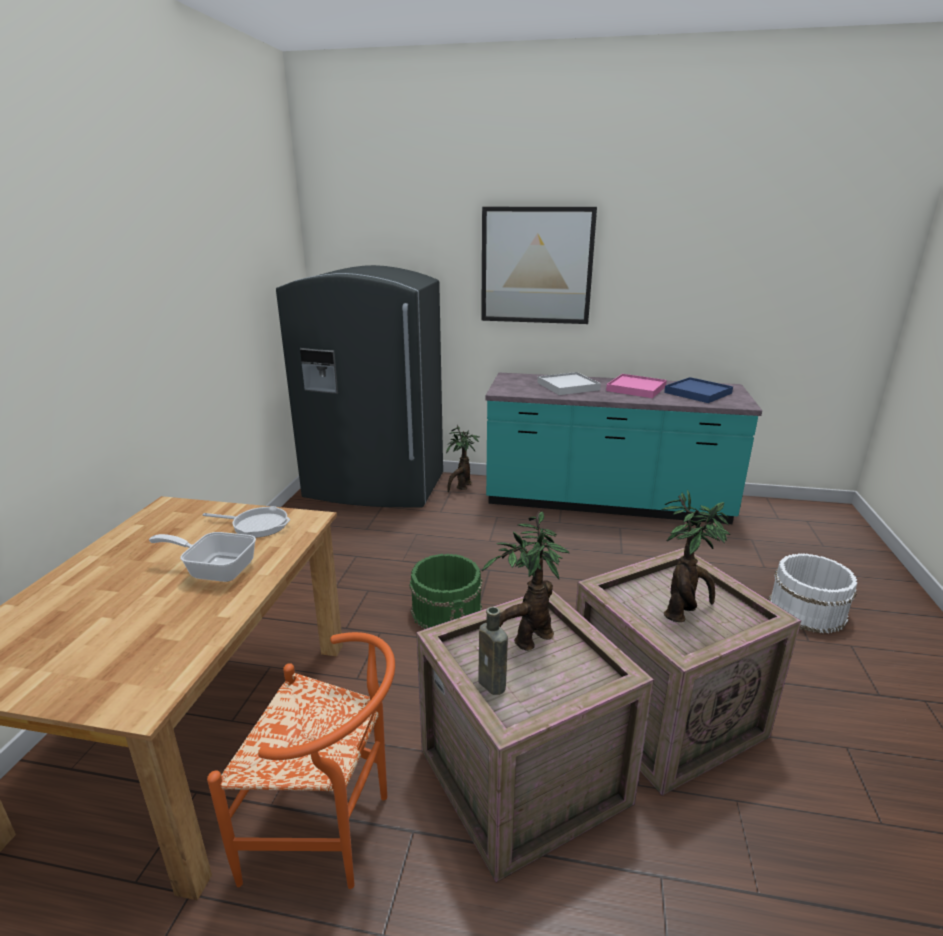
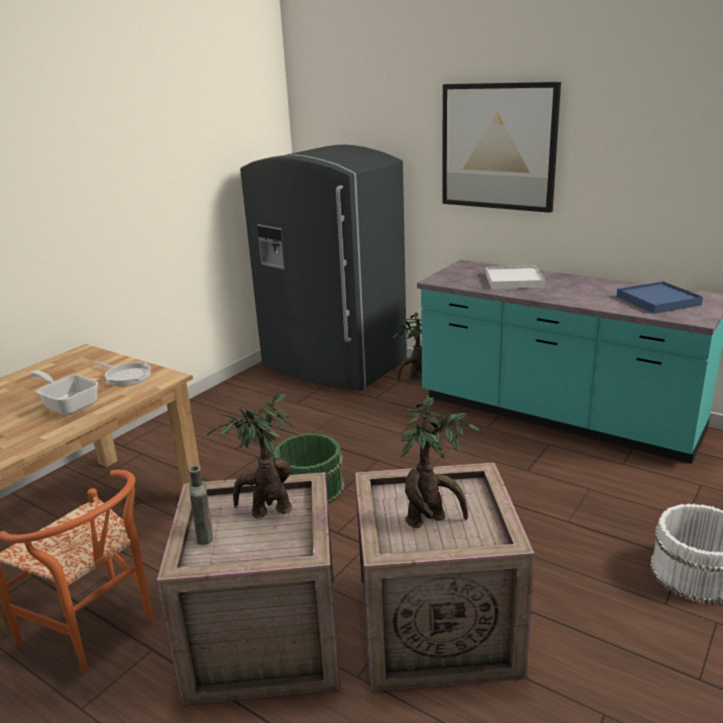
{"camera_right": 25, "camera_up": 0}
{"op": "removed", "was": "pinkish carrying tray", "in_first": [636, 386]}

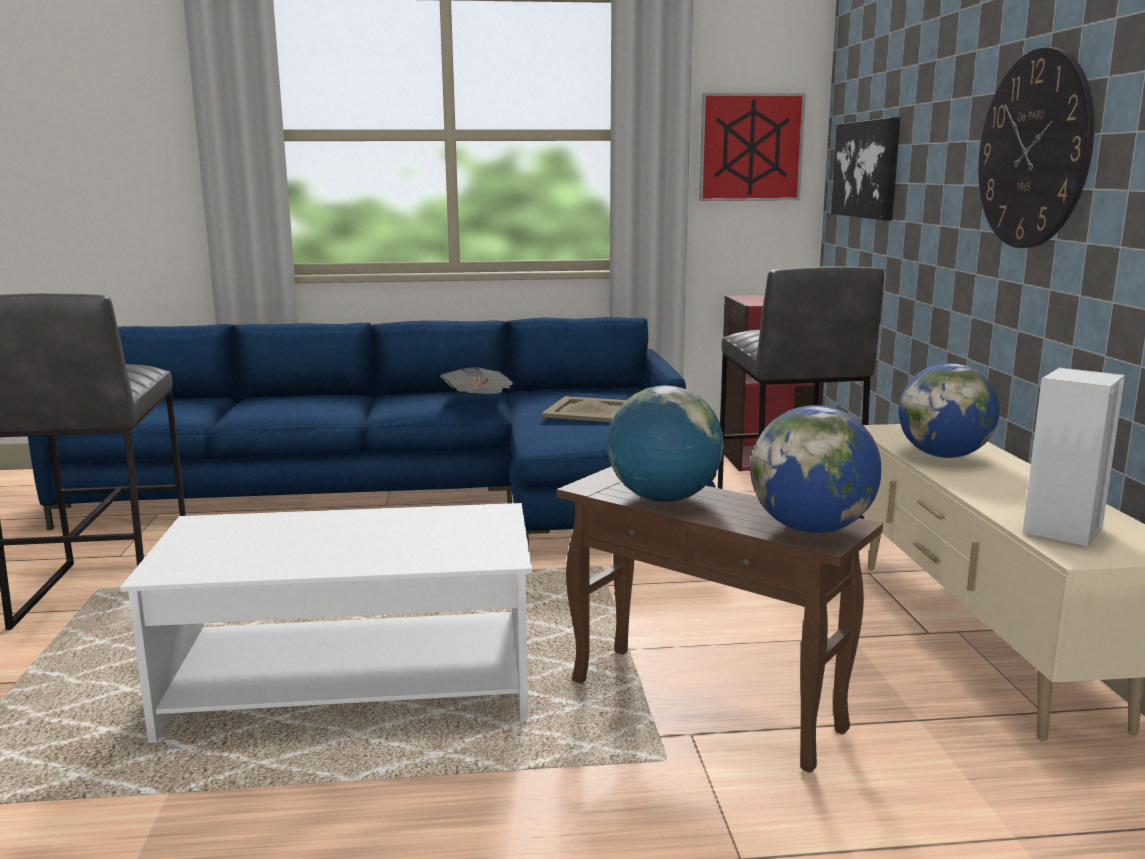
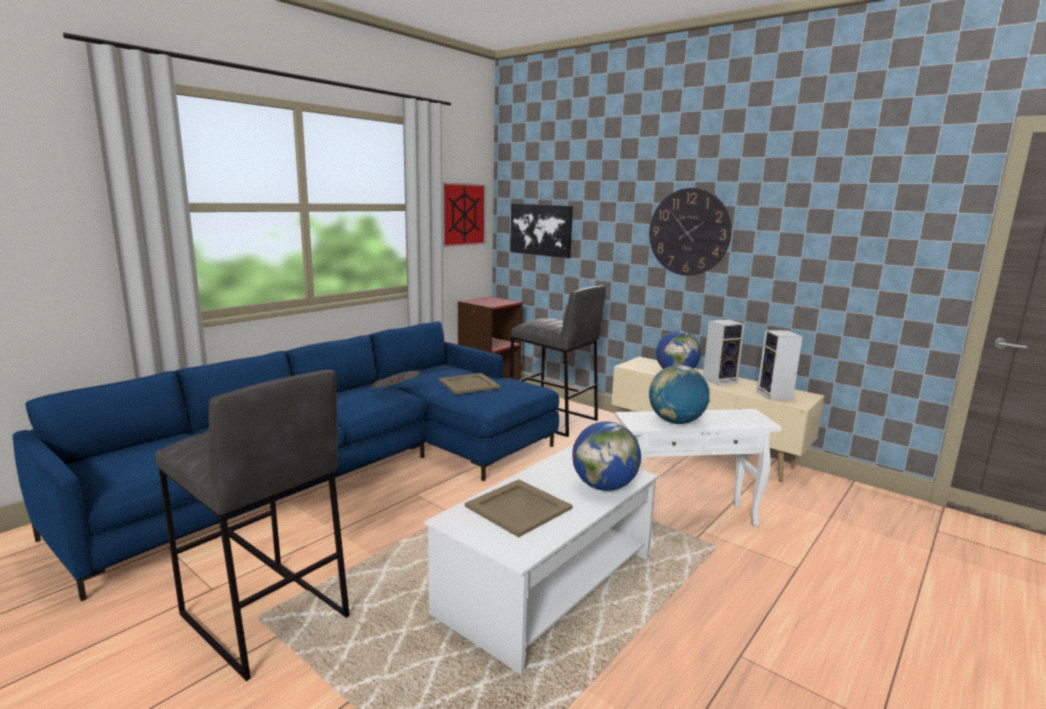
{"camera_right": -45, "camera_up": 0}
{"op": "recoloured", "was": "brown-coloured side table", "now": "whitish side table", "in_first": [720, 619], "in_second": [698, 467]}
{"op": "moved", "was": "desk globe", "in_first": [815, 469], "in_second": [606, 456]}
{"op": "added", "now": "beige carrying tray", "in_second": [519, 508]}
{"op": "added", "now": "speaker", "in_second": [723, 352]}

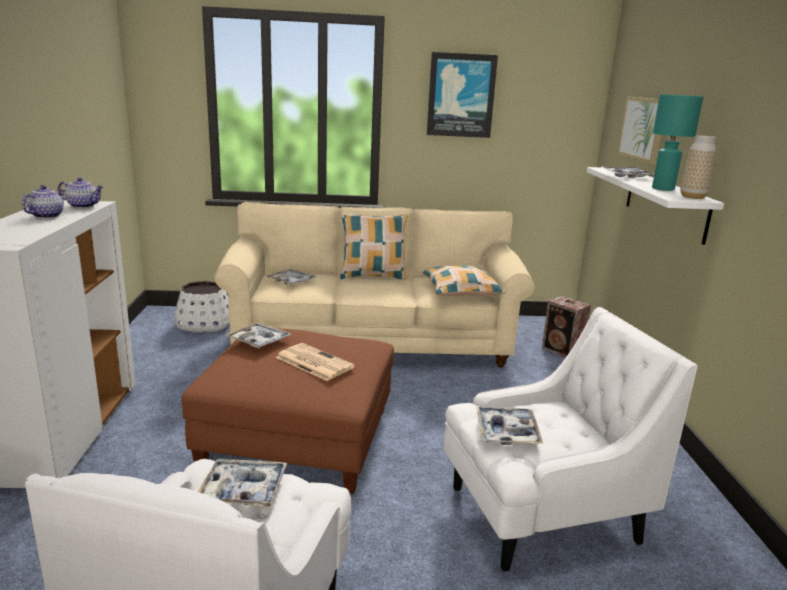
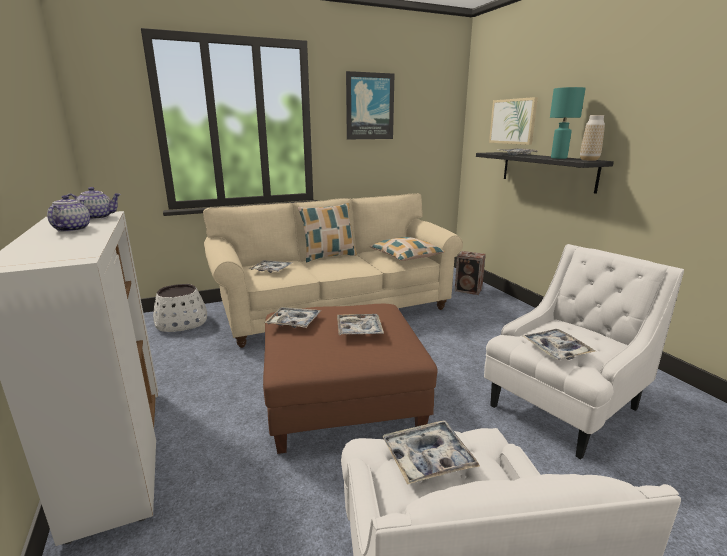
{"camera_right": -20, "camera_up": 0}
{"op": "replaced", "was": "daily paper", "now": "carrying tray", "in_first": [315, 362], "in_second": [360, 324]}
{"op": "recoloured", "was": "whitish wall shelf", "now": "blackish wall shelf", "in_first": [655, 206], "in_second": [545, 173]}

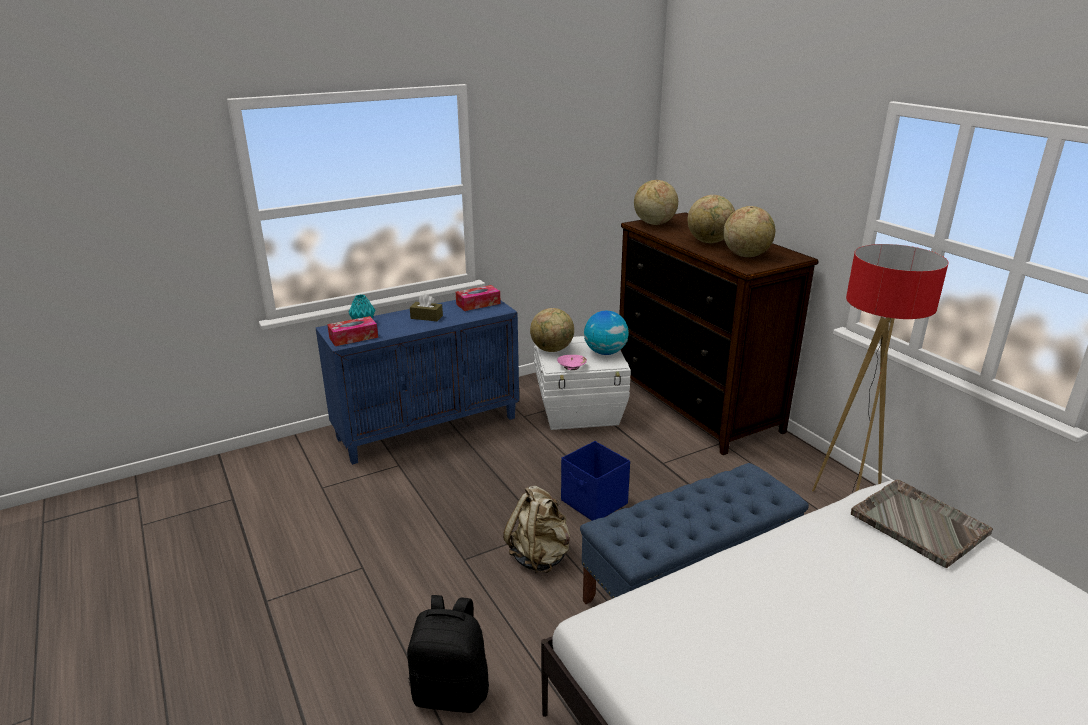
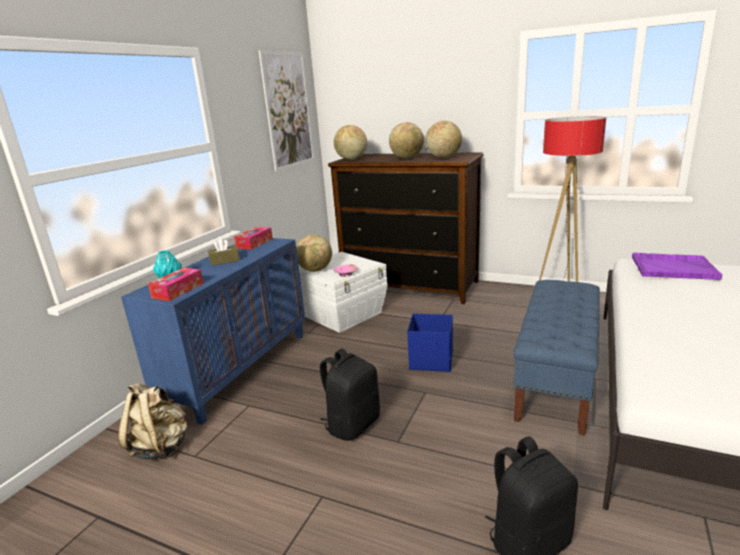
{"camera_right": -35, "camera_up": -5}
{"op": "moved", "was": "beige backpack", "in_first": [536, 529], "in_second": [152, 421]}
{"op": "removed", "was": "desk globe", "in_first": [606, 333]}
{"op": "recoloured", "was": "gray carrying tray", "now": "purple-coloured carrying tray", "in_first": [922, 523], "in_second": [677, 266]}
{"op": "added", "now": "picture", "in_second": [286, 111]}
{"op": "added", "now": "blackish backpack", "in_second": [350, 395]}

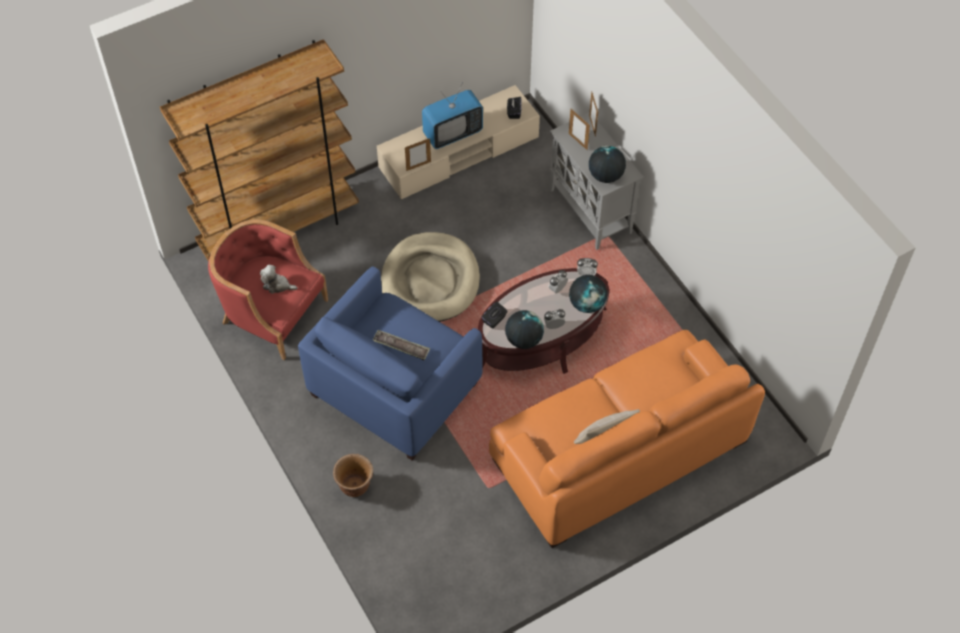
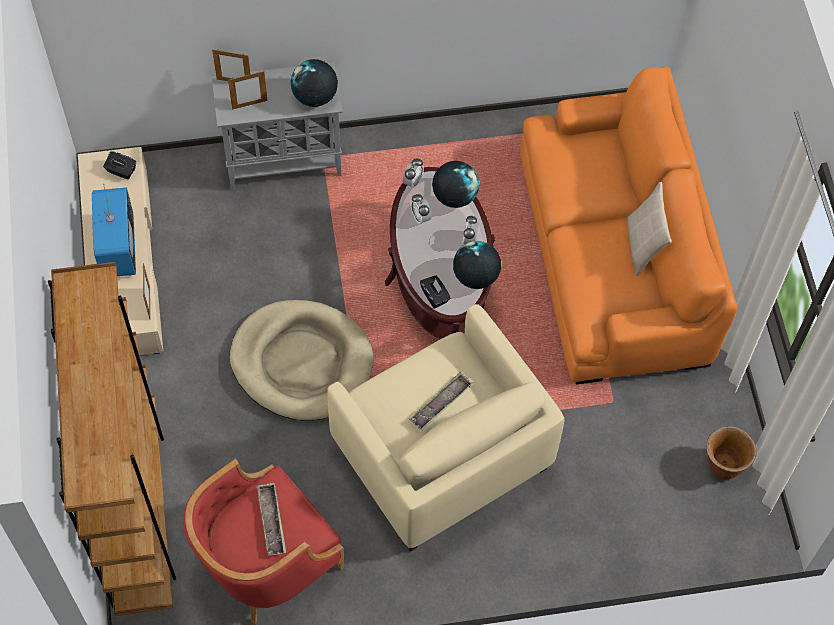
{"camera_right": -70, "camera_up": 5}
{"op": "replaced", "was": "plush toy", "now": "carrying tray", "in_first": [279, 279], "in_second": [271, 519]}
{"op": "recoloured", "was": "blue lounge chair", "now": "beige lounge chair", "in_first": [390, 363], "in_second": [445, 428]}
{"op": "moved", "was": "brown-coloured planter", "in_first": [353, 475], "in_second": [731, 452]}

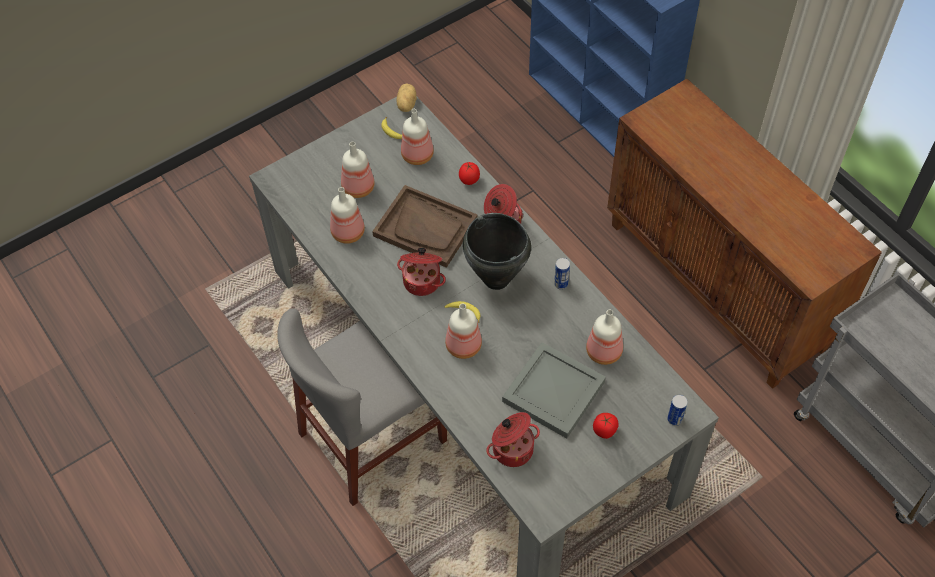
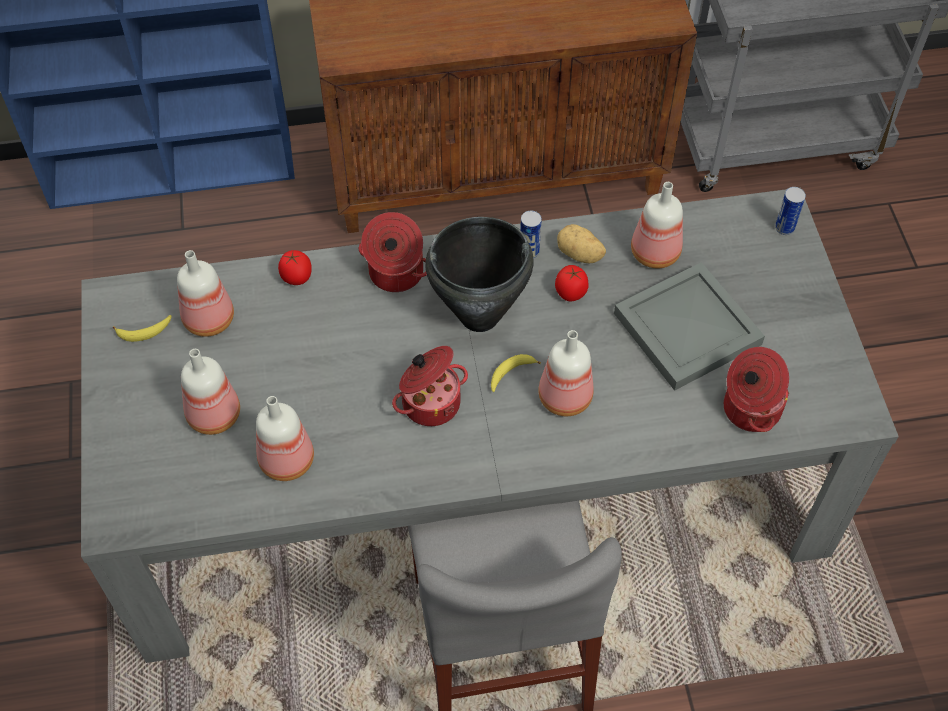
{"camera_right": -65, "camera_up": 0}
{"op": "removed", "was": "brown-coloured carrying tray", "in_first": [424, 226]}
{"op": "moved", "was": "spud", "in_first": [406, 97], "in_second": [581, 244]}
{"op": "moved", "was": "tomato", "in_first": [606, 426], "in_second": [572, 283]}

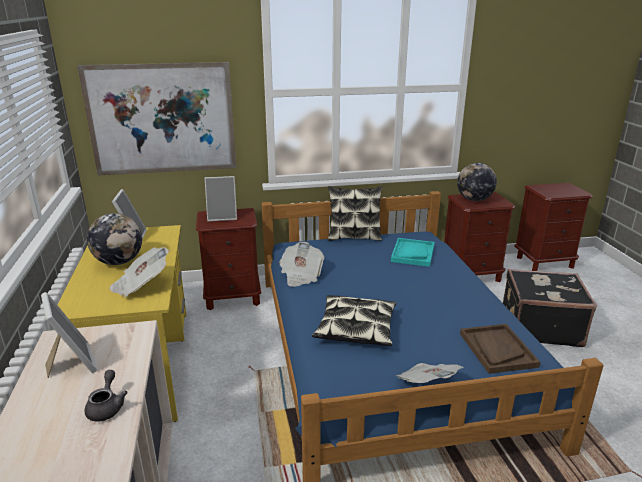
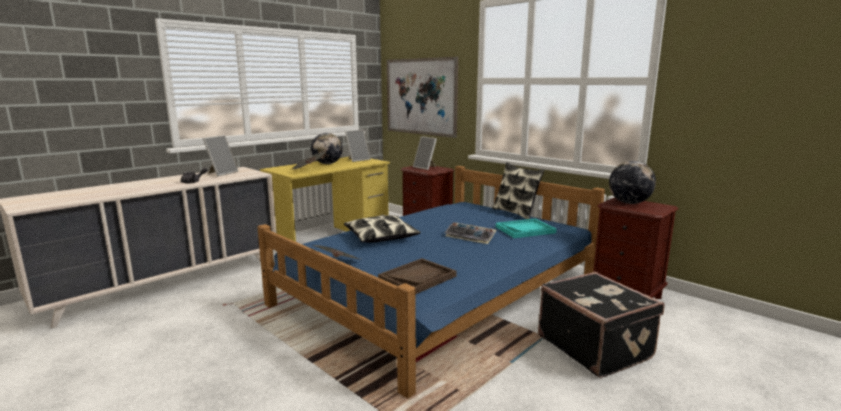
{"camera_right": 55, "camera_up": -10}
{"op": "removed", "was": "daily paper", "in_first": [301, 264]}
{"op": "removed", "was": "brown-coloured bedside table", "in_first": [553, 227]}
{"op": "added", "now": "keyboard", "in_second": [471, 233]}

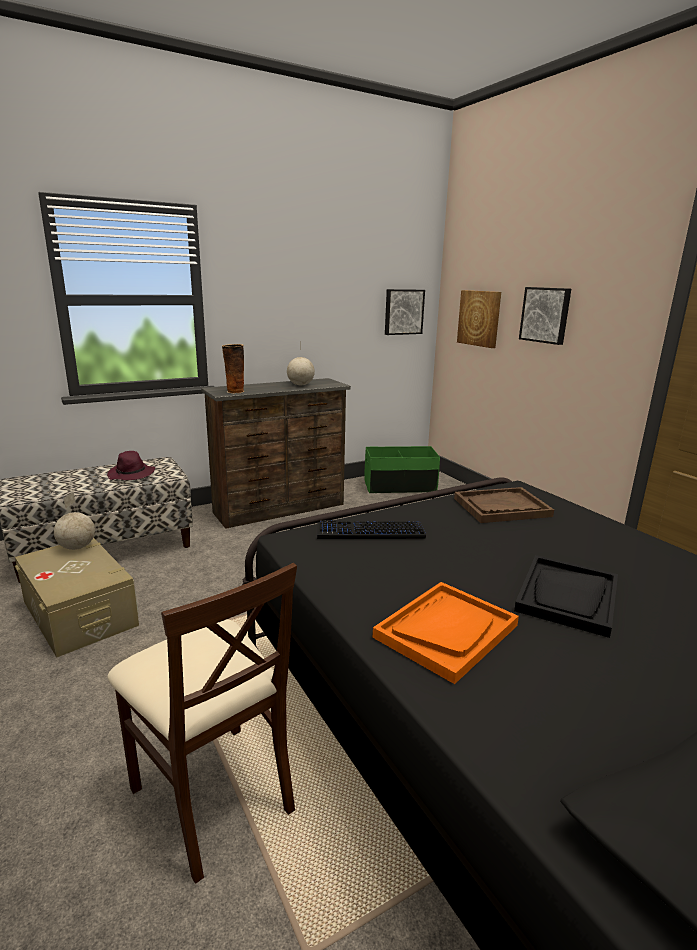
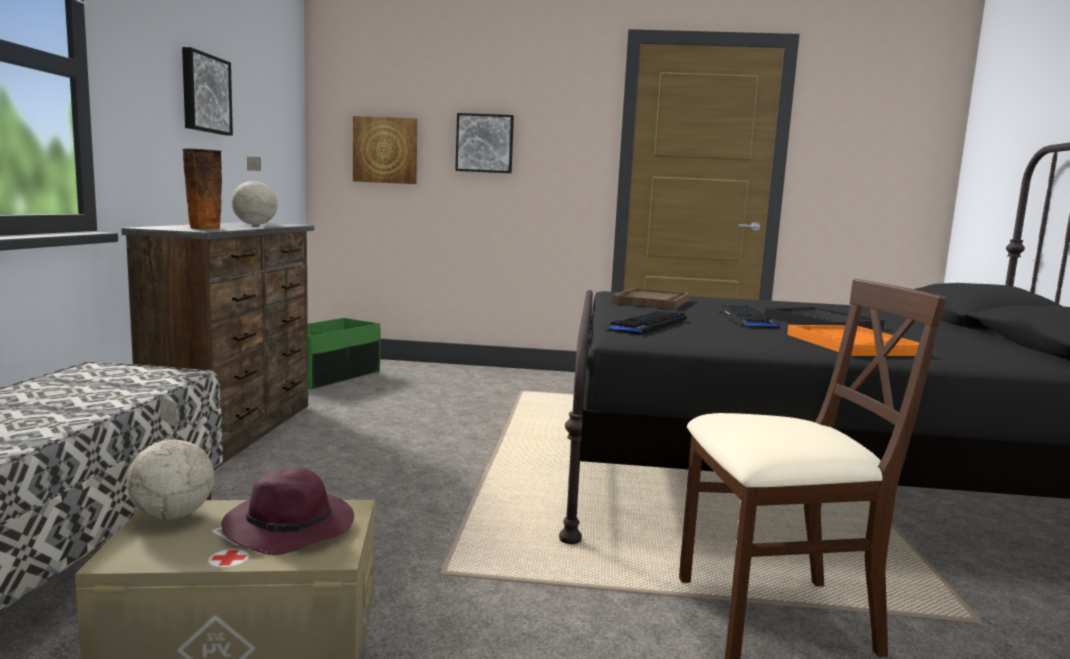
{"camera_right": -55, "camera_up": -10}
{"op": "moved", "was": "purple-coloured clothing hat", "in_first": [131, 465], "in_second": [287, 511]}
{"op": "moved", "was": "picture", "in_first": [405, 312], "in_second": [207, 91]}
{"op": "added", "now": "keyboard", "in_second": [747, 316]}

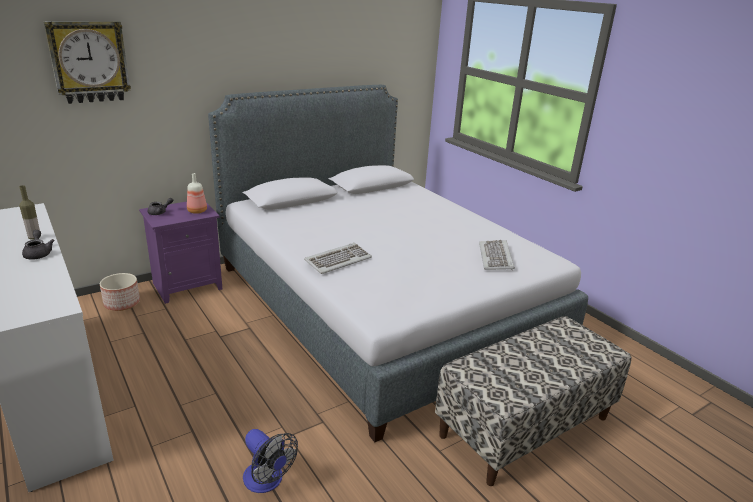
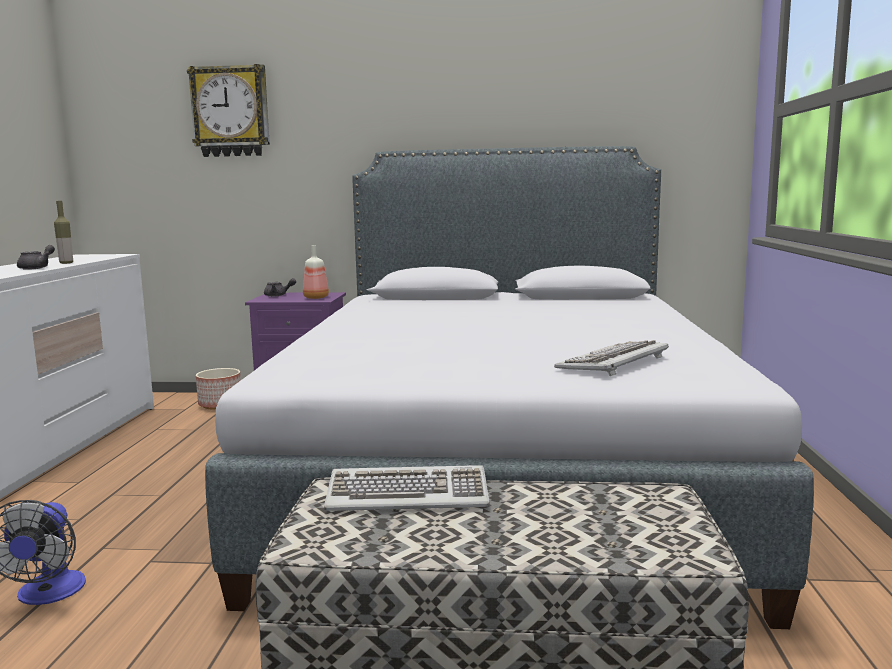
{"camera_right": 40, "camera_up": -15}
{"op": "moved", "was": "keyboard", "in_first": [338, 258], "in_second": [407, 488]}

